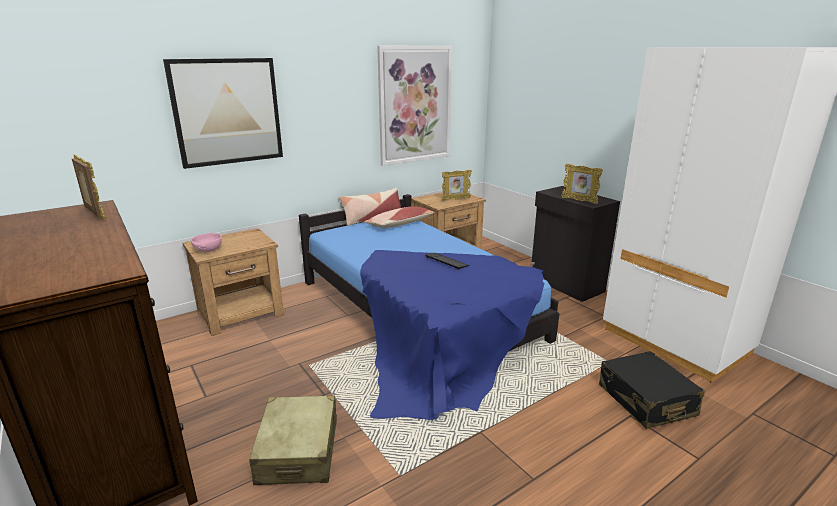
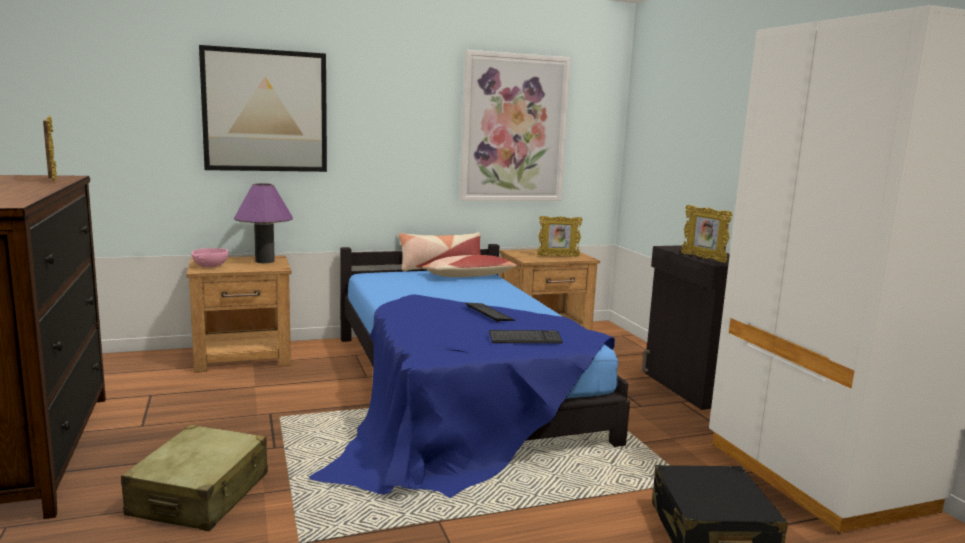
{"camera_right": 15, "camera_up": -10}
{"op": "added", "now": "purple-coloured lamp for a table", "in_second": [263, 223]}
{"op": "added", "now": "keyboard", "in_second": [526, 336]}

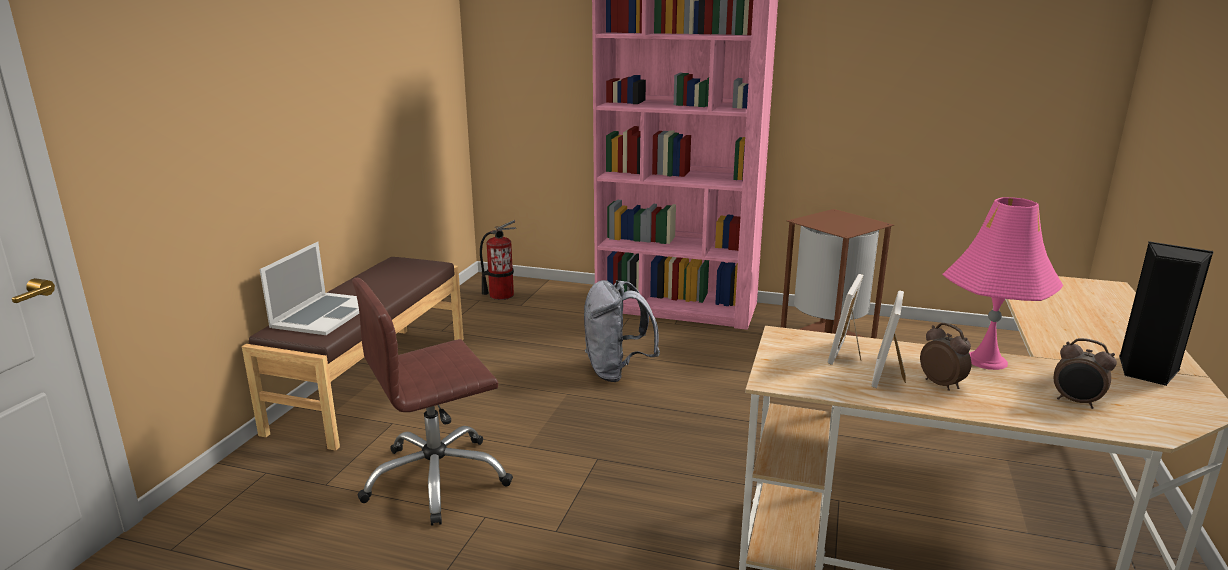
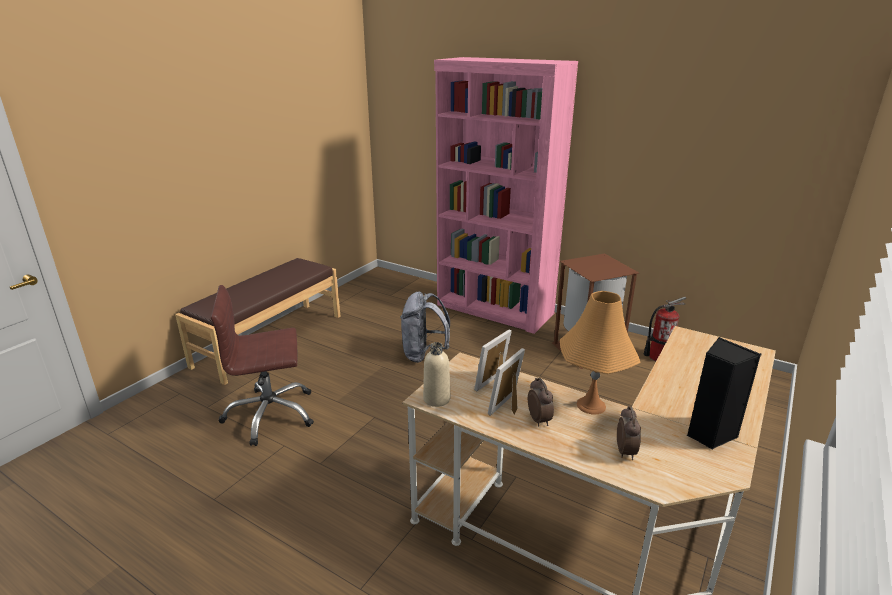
{"camera_right": 15, "camera_up": 5}
{"op": "removed", "was": "portable computer", "in_first": [309, 288]}
{"op": "moved", "was": "extinguisher", "in_first": [498, 260], "in_second": [665, 329]}
{"op": "recoloured", "was": "pinkish lamp for a table", "now": "orange lamp for a table", "in_first": [1003, 283], "in_second": [600, 352]}
{"op": "turned", "was": "alarm clock", "in_first": [1085, 373], "in_second": [629, 433], "clockwise": -135}
{"op": "added", "now": "beige drink bottle", "in_second": [436, 374]}

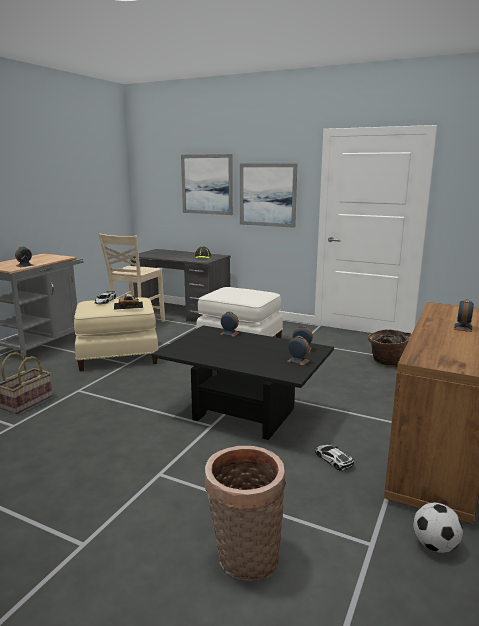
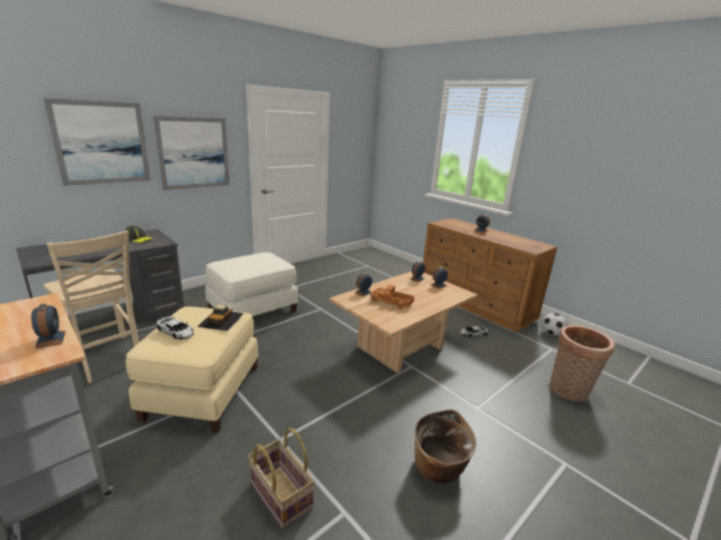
{"camera_right": -70, "camera_up": 5}
{"op": "recoloured", "was": "blackish coffee table", "now": "beige coffee table", "in_first": [243, 382], "in_second": [403, 322]}
{"op": "moved", "was": "basket", "in_first": [389, 348], "in_second": [445, 447]}
{"op": "added", "now": "toy lorry", "in_second": [392, 297]}

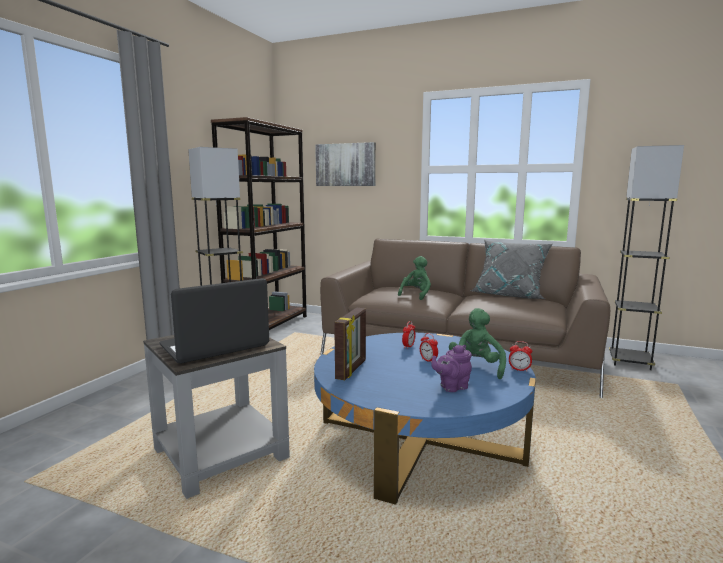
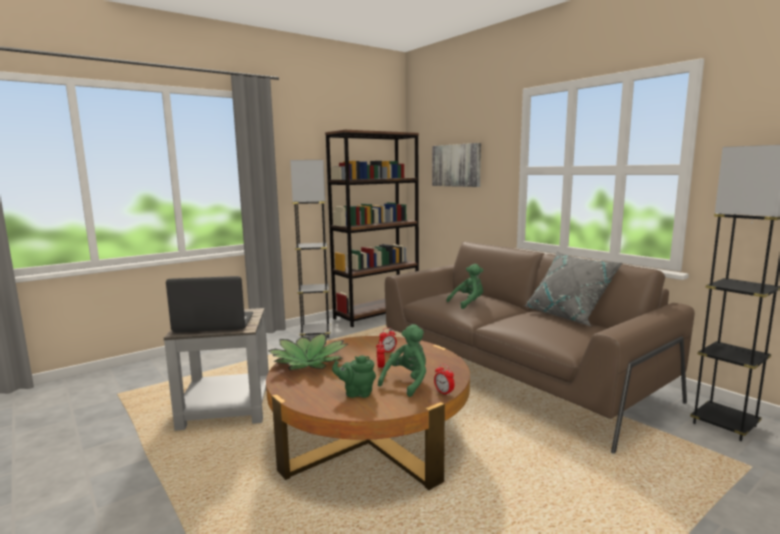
{"camera_right": 30, "camera_up": 0}
{"op": "recoloured", "was": "blue coffee table", "now": "brown-coloured coffee table", "in_first": [425, 419], "in_second": [368, 413]}
{"op": "replaced", "was": "picture frame", "now": "plant in a pot", "in_first": [350, 344], "in_second": [308, 351]}
{"op": "recoloured", "was": "purple-coloured tea pot", "now": "green-coloured tea pot", "in_first": [451, 368], "in_second": [354, 376]}

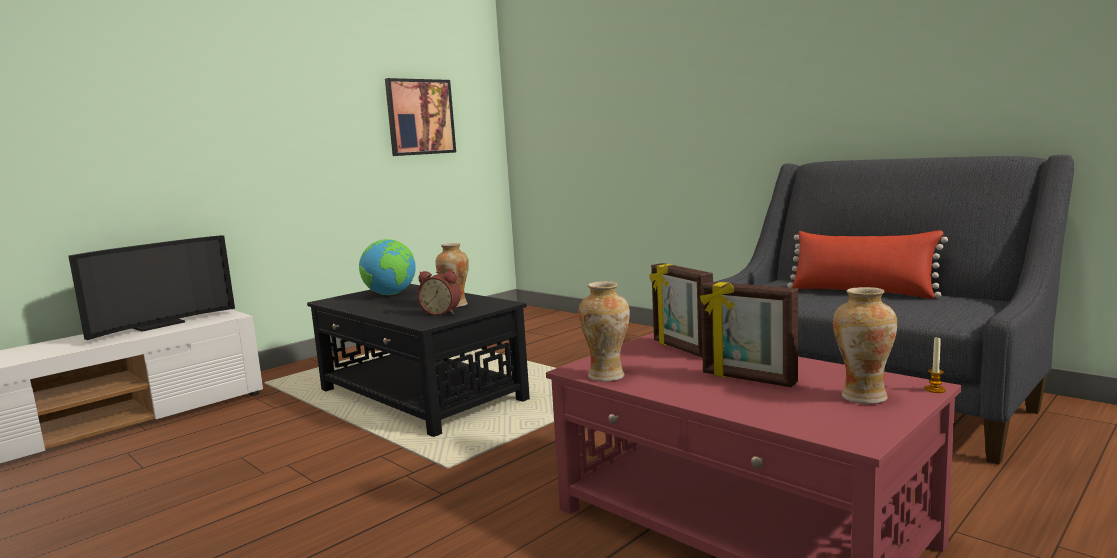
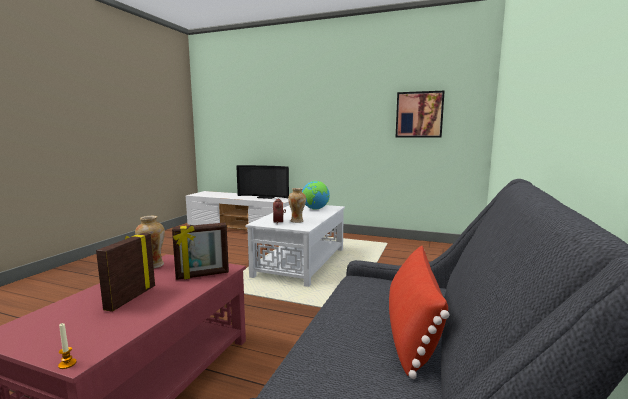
{"camera_right": 65, "camera_up": 0}
{"op": "recoloured", "was": "blackish coffee table", "now": "whitish coffee table", "in_first": [418, 360], "in_second": [295, 246]}
{"op": "turned", "was": "picture frame", "in_first": [681, 310], "in_second": [200, 251], "clockwise": -150}
{"op": "removed", "was": "vase", "in_first": [865, 345]}

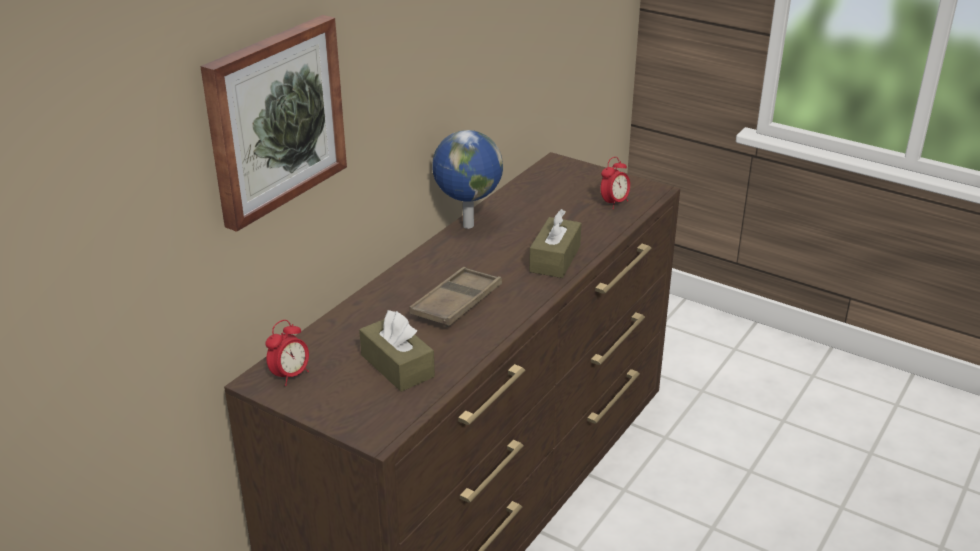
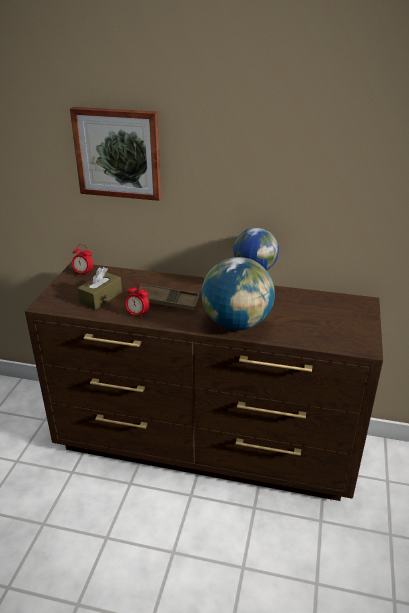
{"camera_right": 70, "camera_up": 0}
{"op": "replaced", "was": "brown-coloured tissue box", "now": "desk globe", "in_first": [555, 243], "in_second": [238, 293]}
{"op": "moved", "was": "alarm clock", "in_first": [615, 183], "in_second": [137, 301]}

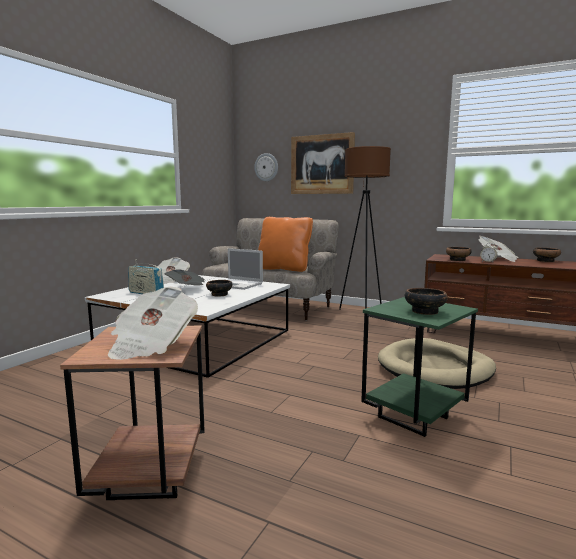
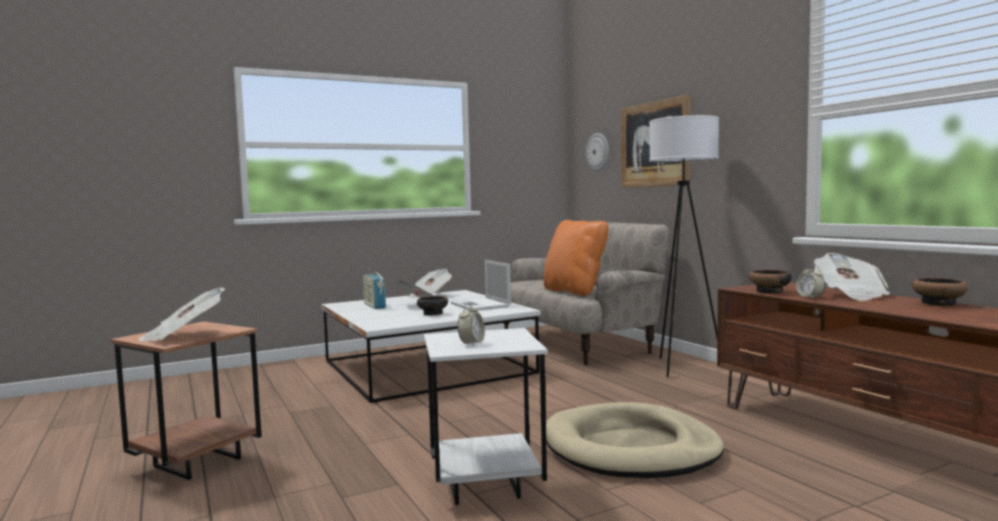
{"camera_right": 35, "camera_up": -5}
{"op": "recoloured", "was": "brown-coloured floor lamp", "now": "whitish floor lamp", "in_first": [365, 228], "in_second": [684, 246]}
{"op": "recoloured", "was": "green-coloured side table", "now": "whitish side table", "in_first": [419, 367], "in_second": [486, 416]}
{"op": "replaced", "was": "deep dish", "now": "alarm clock", "in_first": [426, 301], "in_second": [471, 324]}

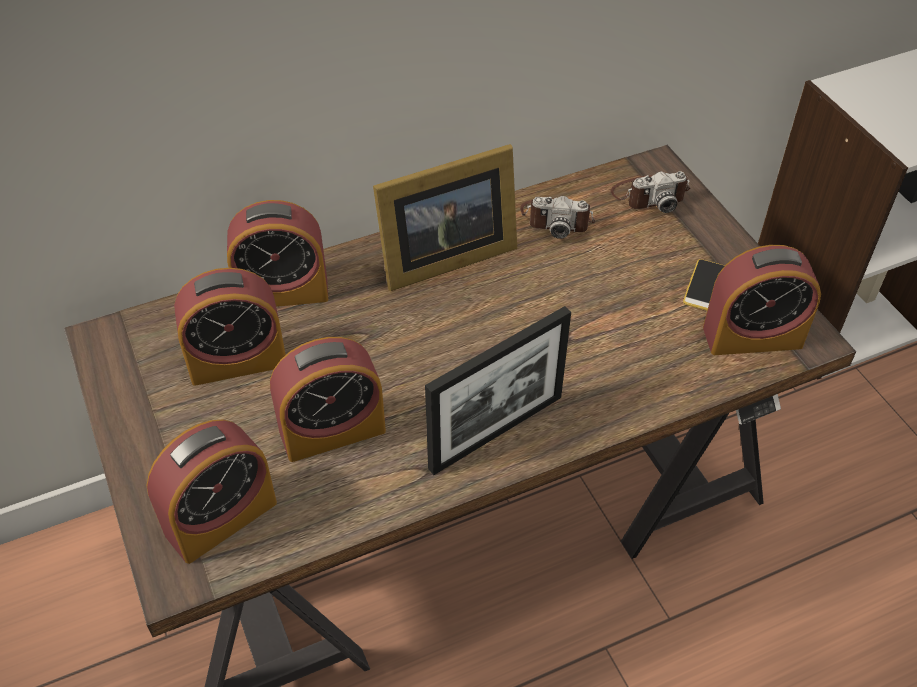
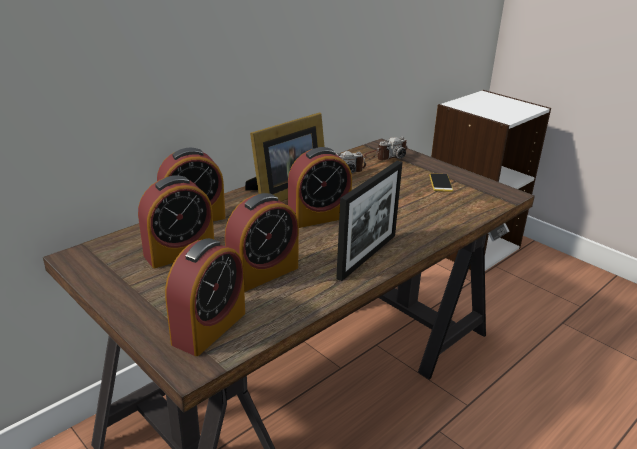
{"camera_right": -20, "camera_up": -20}
{"op": "moved", "was": "alarm clock", "in_first": [762, 300], "in_second": [320, 187]}

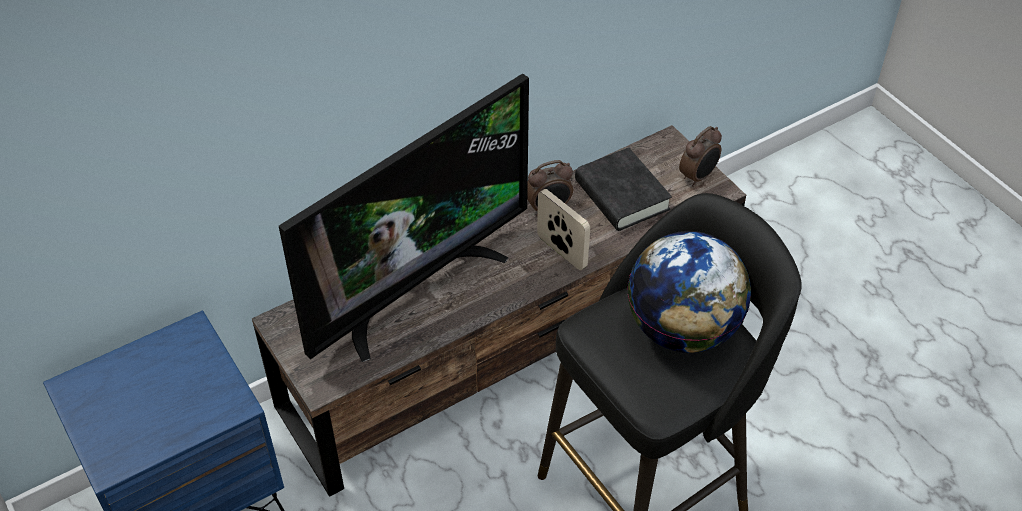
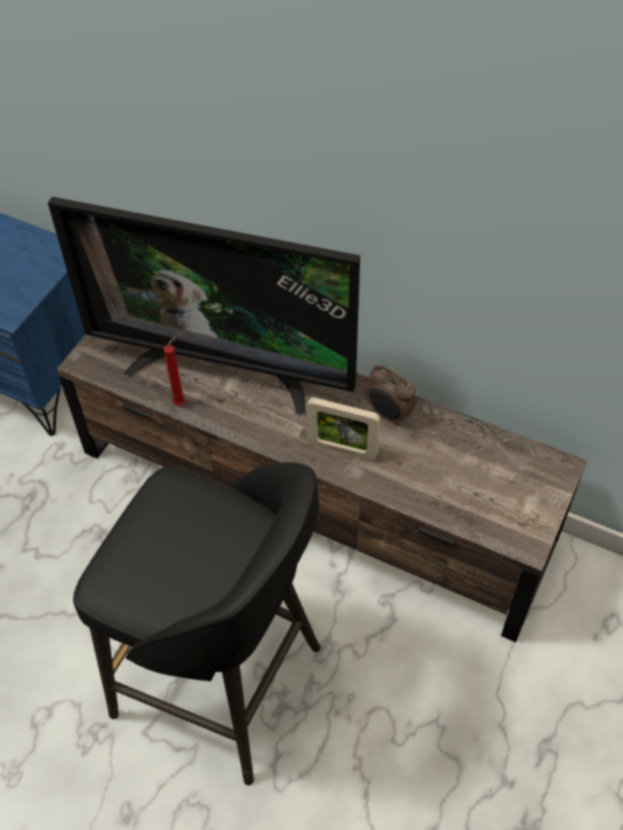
{"camera_right": 60, "camera_up": 5}
{"op": "turned", "was": "picture frame", "in_first": [563, 229], "in_second": [343, 429], "clockwise": 90}
{"op": "removed", "was": "blackish book", "in_first": [623, 189]}
{"op": "removed", "was": "desk globe", "in_first": [689, 292]}
{"op": "removed", "was": "alarm clock", "in_first": [700, 156]}
{"op": "added", "now": "red-coloured wax light", "in_second": [174, 371]}

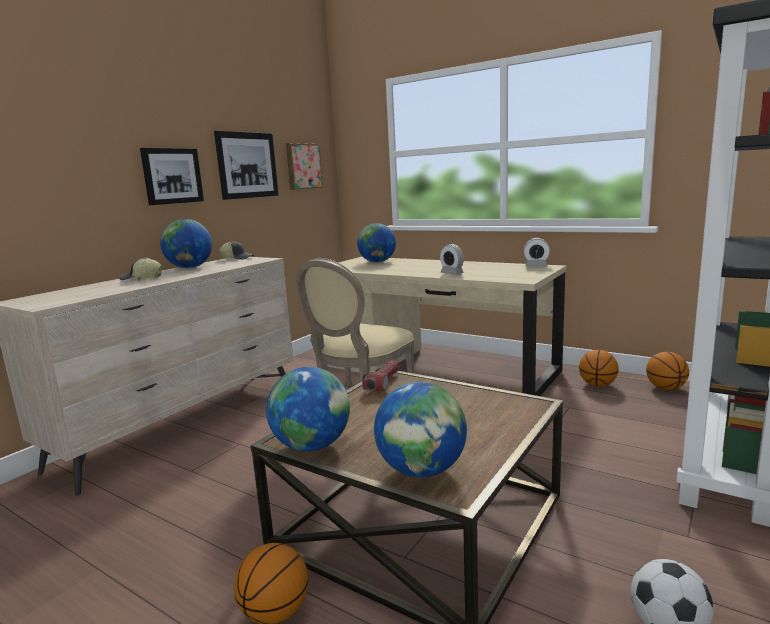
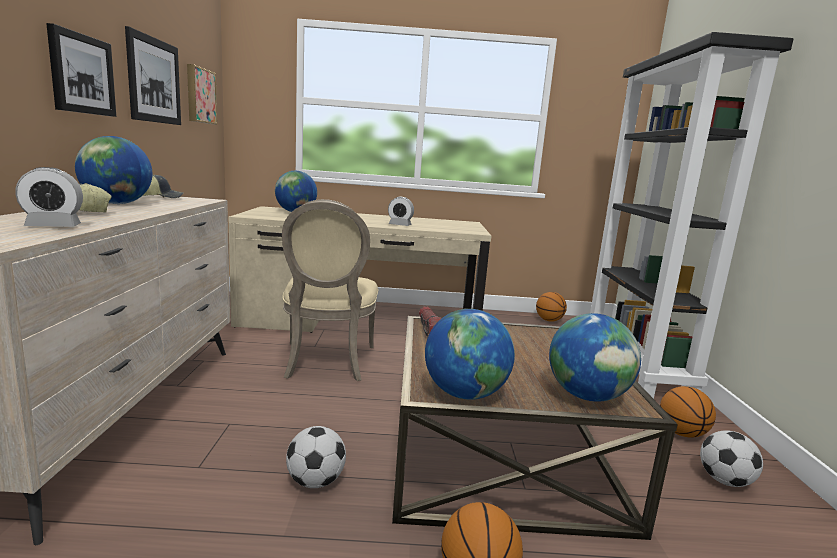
{"camera_right": -35, "camera_up": 0}
{"op": "moved", "was": "alarm clock", "in_first": [536, 252], "in_second": [49, 197]}
{"op": "moved", "was": "basketball", "in_first": [599, 368], "in_second": [688, 411]}
{"op": "added", "now": "football ball", "in_second": [316, 457]}

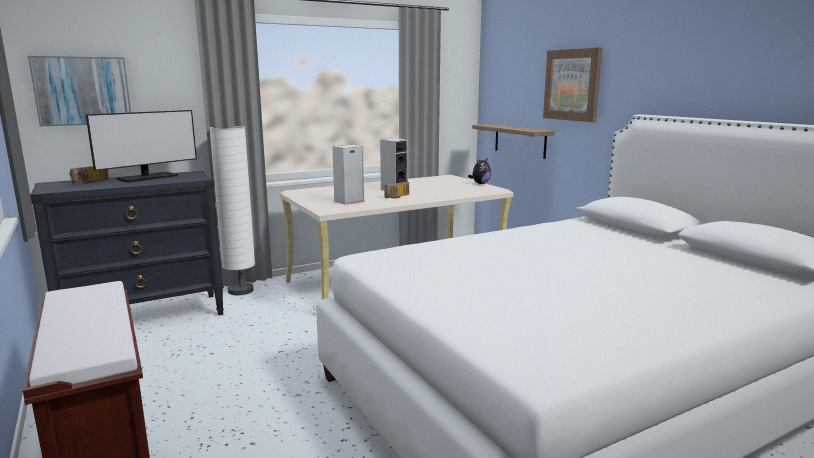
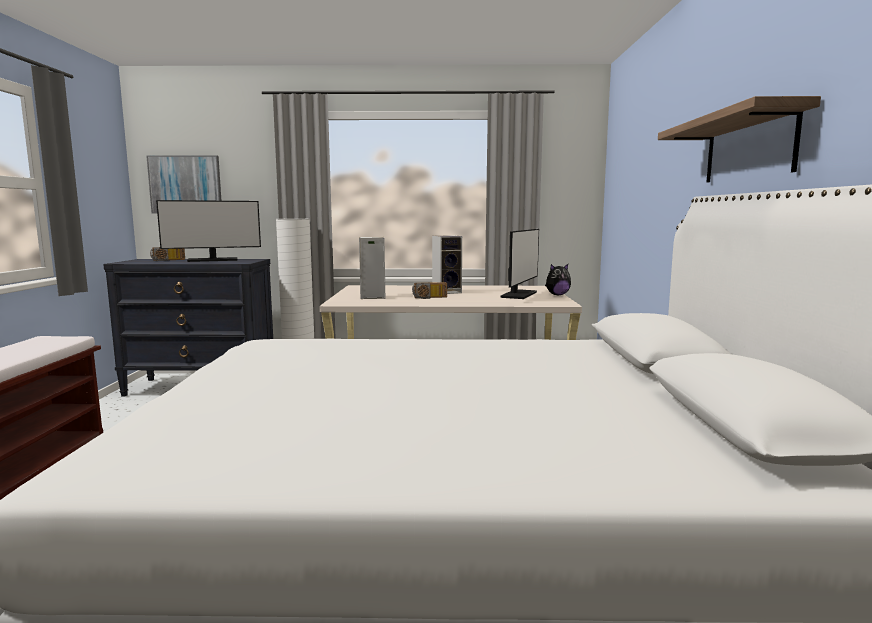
{"camera_right": 30, "camera_up": -5}
{"op": "moved", "was": "wall shelf", "in_first": [513, 141], "in_second": [739, 139]}
{"op": "removed", "was": "picture", "in_first": [572, 84]}
{"op": "added", "now": "monitor", "in_second": [519, 264]}

